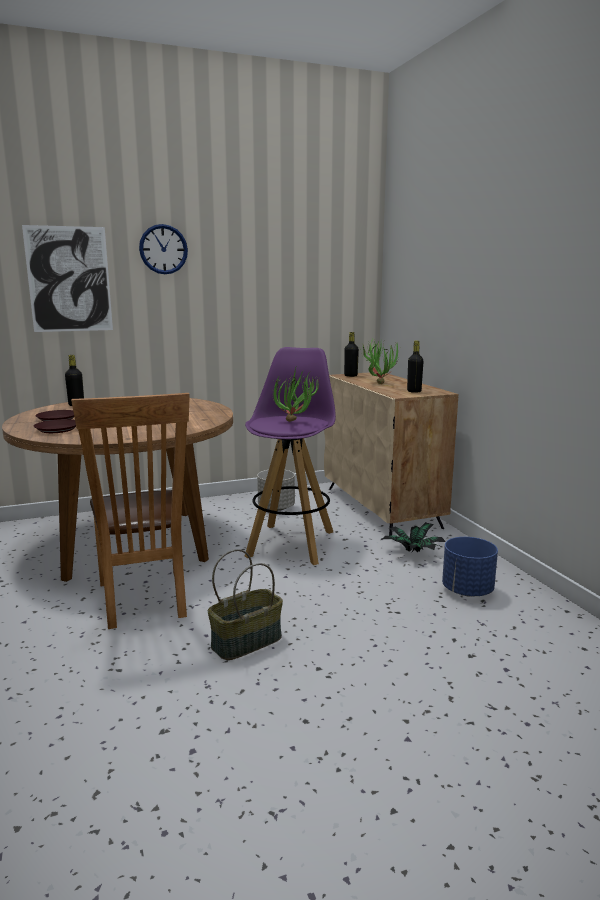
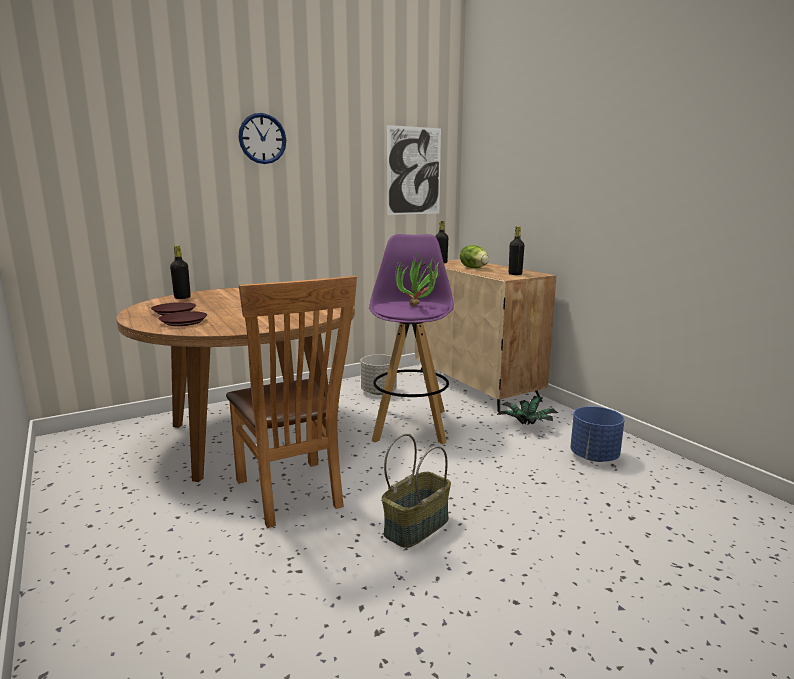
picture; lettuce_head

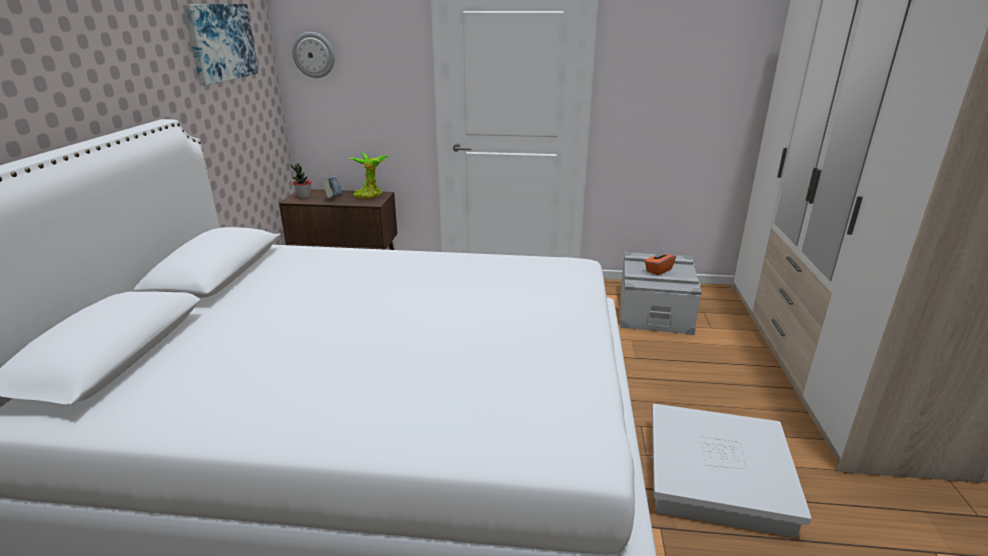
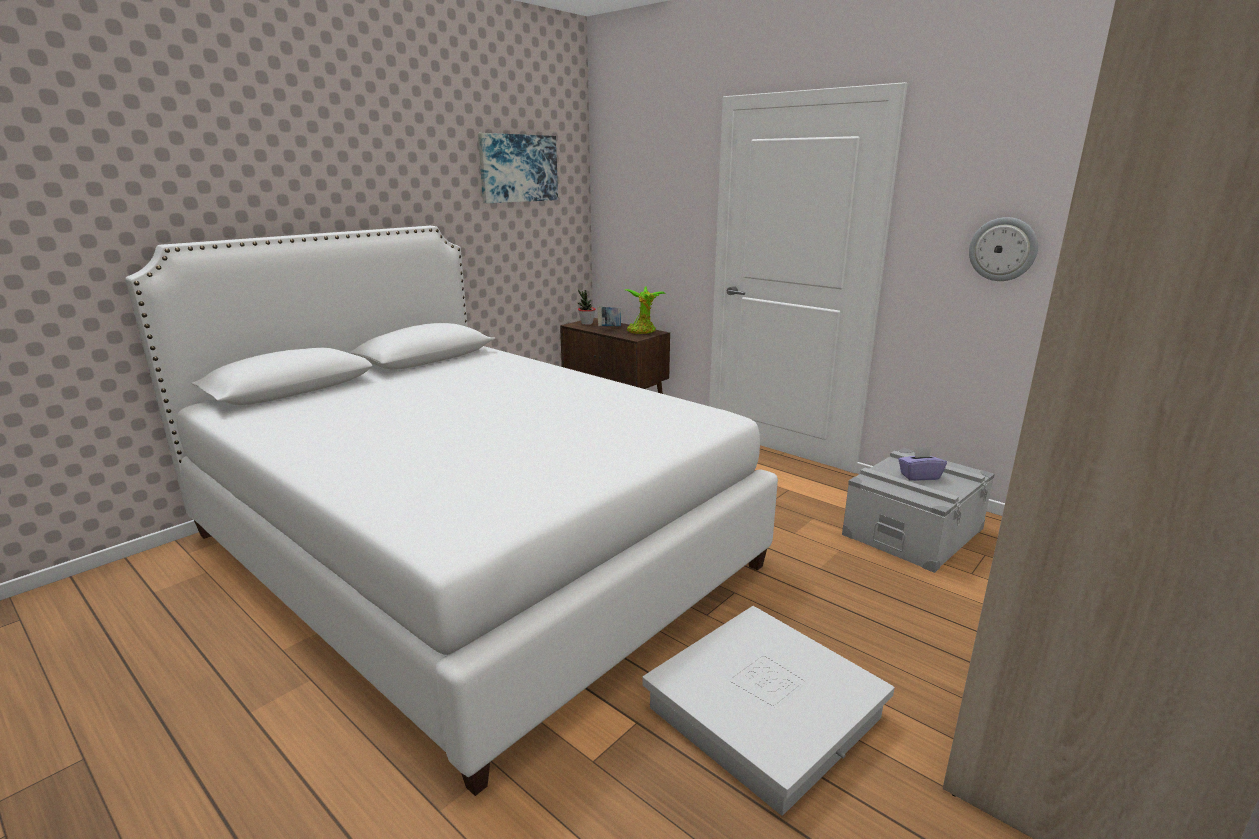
purple_tissue_holder; wall_clock

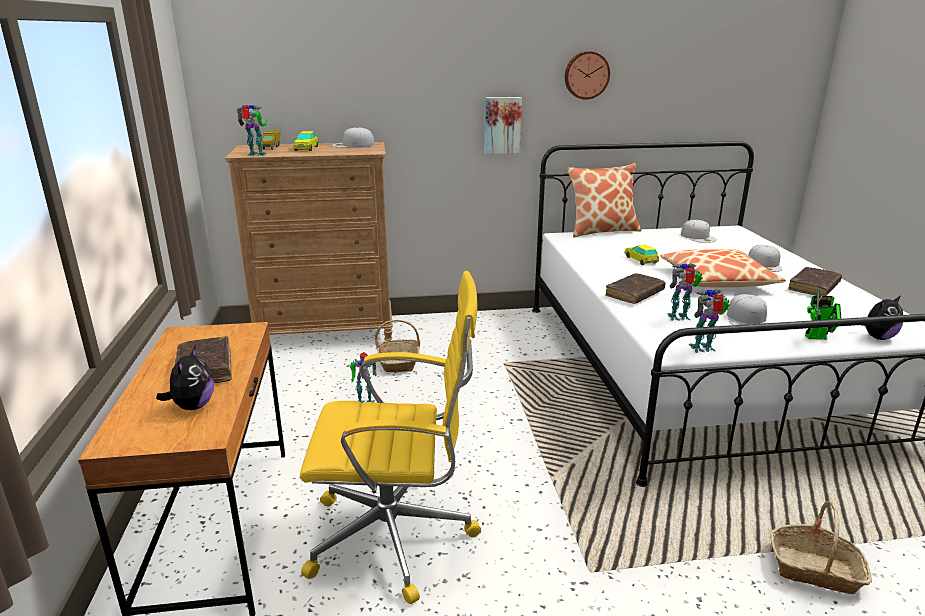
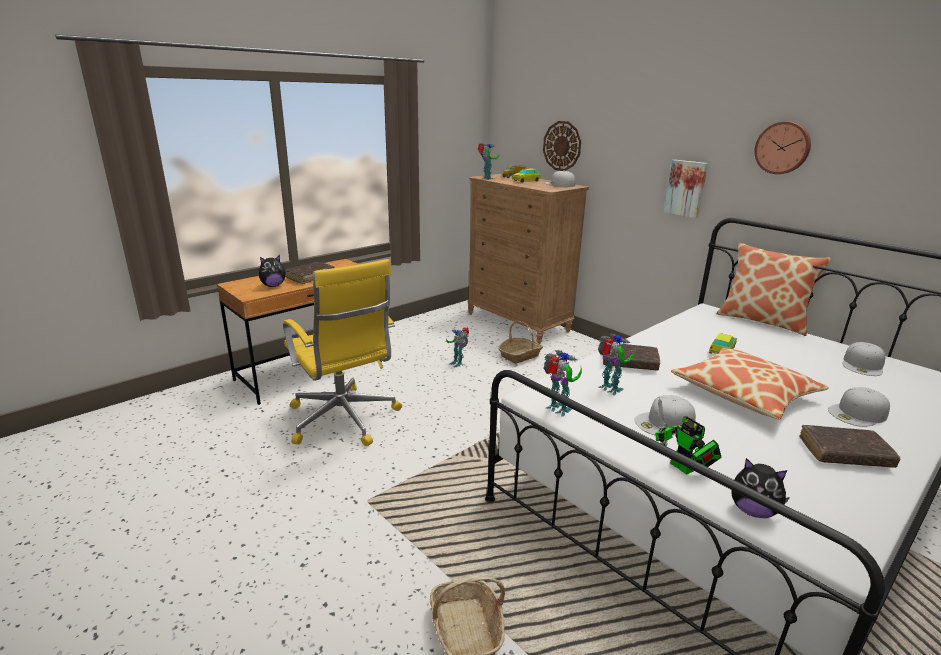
wall_clock (1st from left)

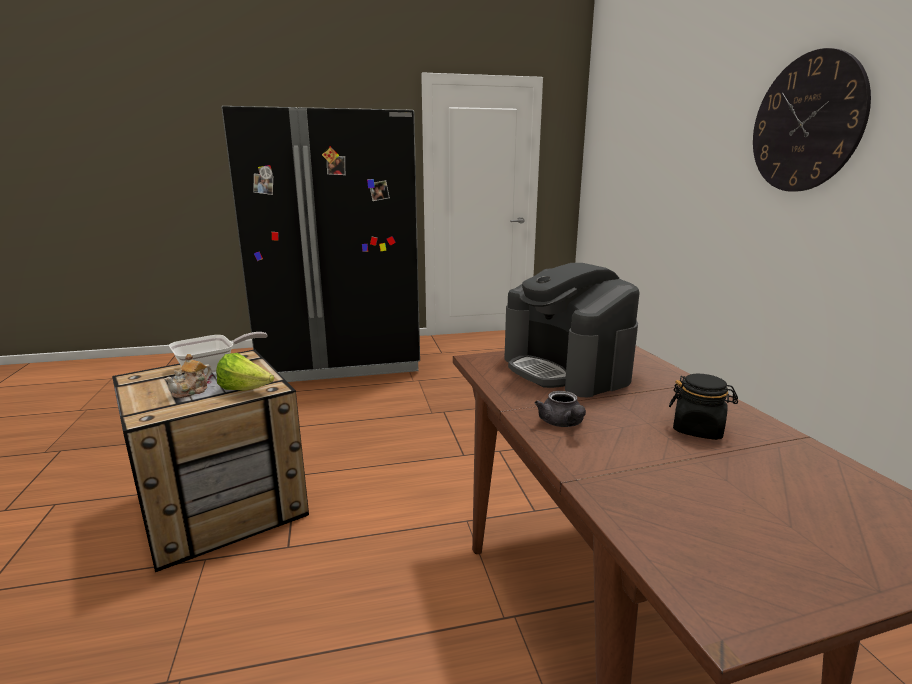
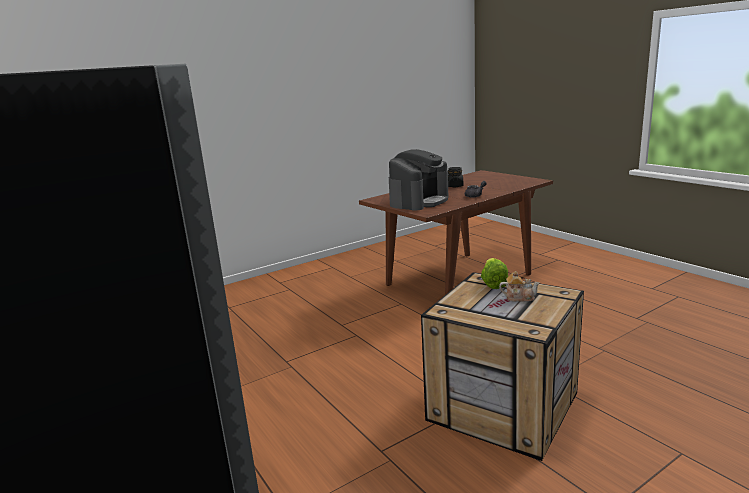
pan; wall_clock

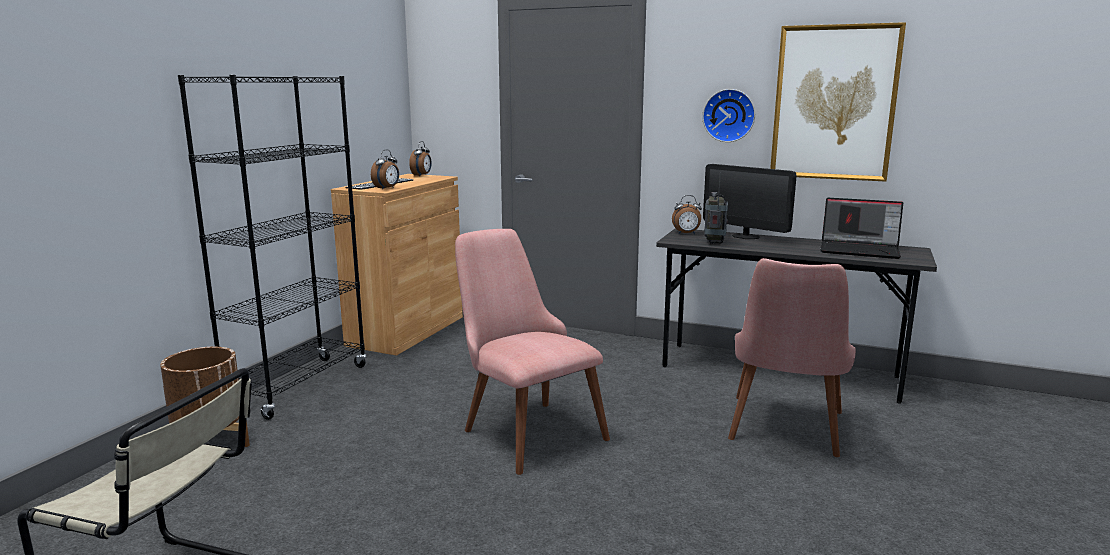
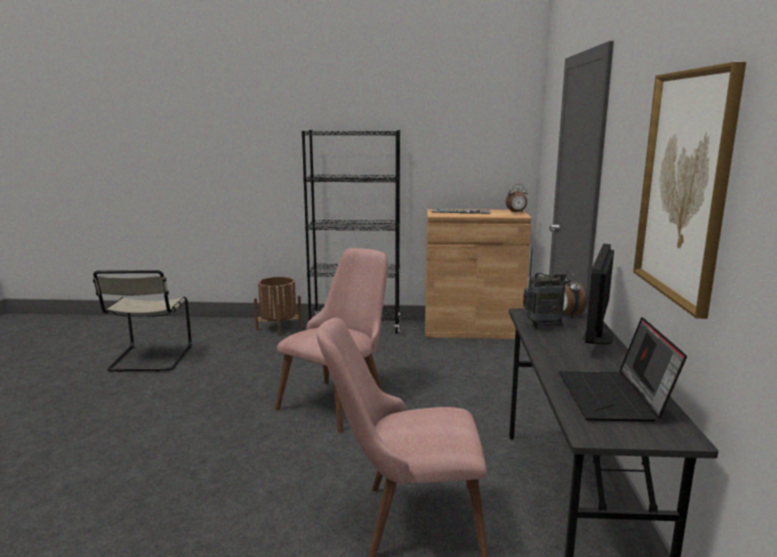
table_clock (1st from left in the first image); wall_clock

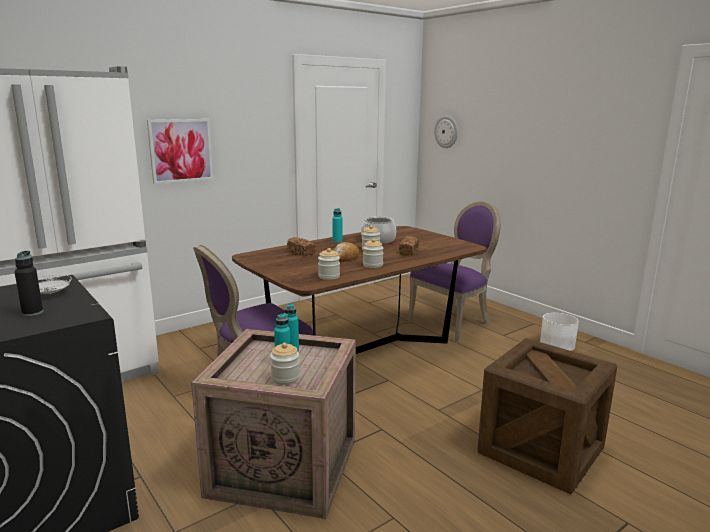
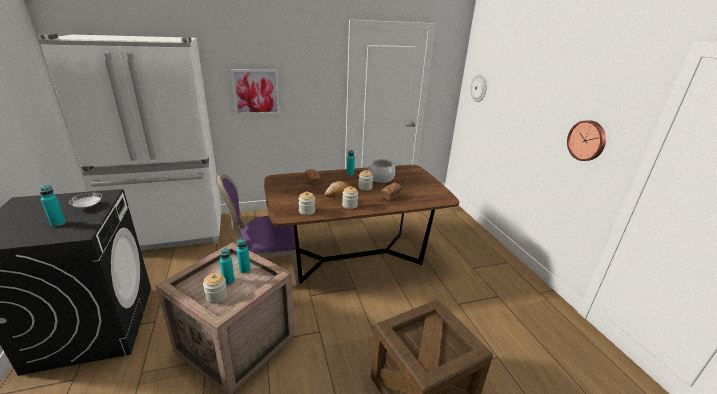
blue-green_beverage_bottle (1st from left); wall_clock (2nd from left); purple_upright_chair (2nd from left in the first image); whitish_planter

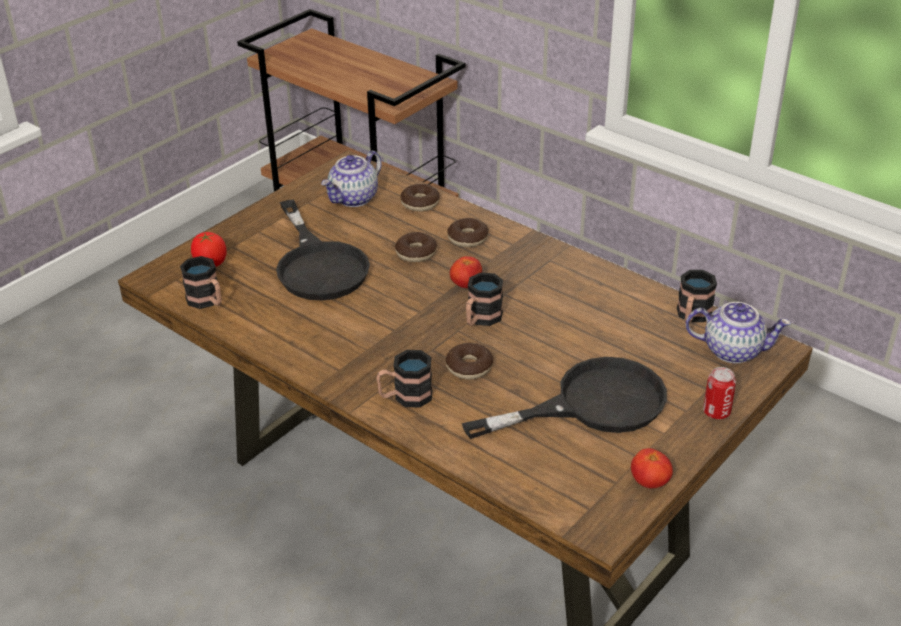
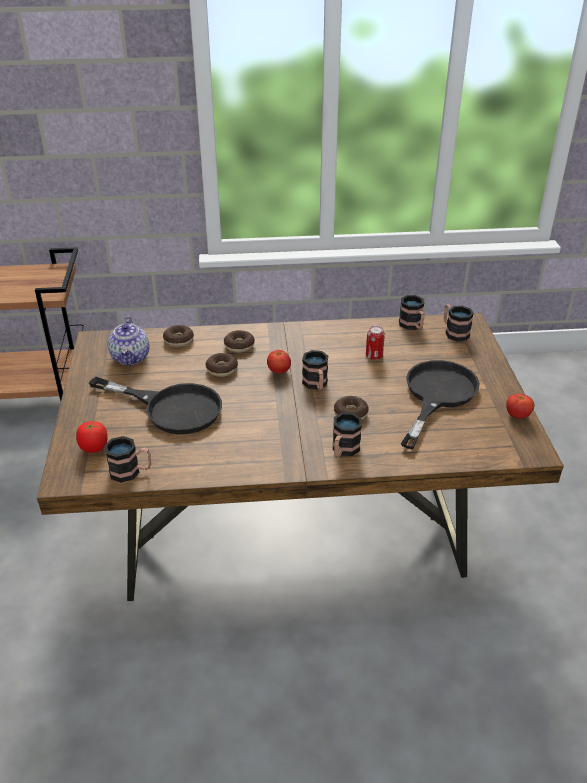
metal_can; coffee_mug (5th from left)

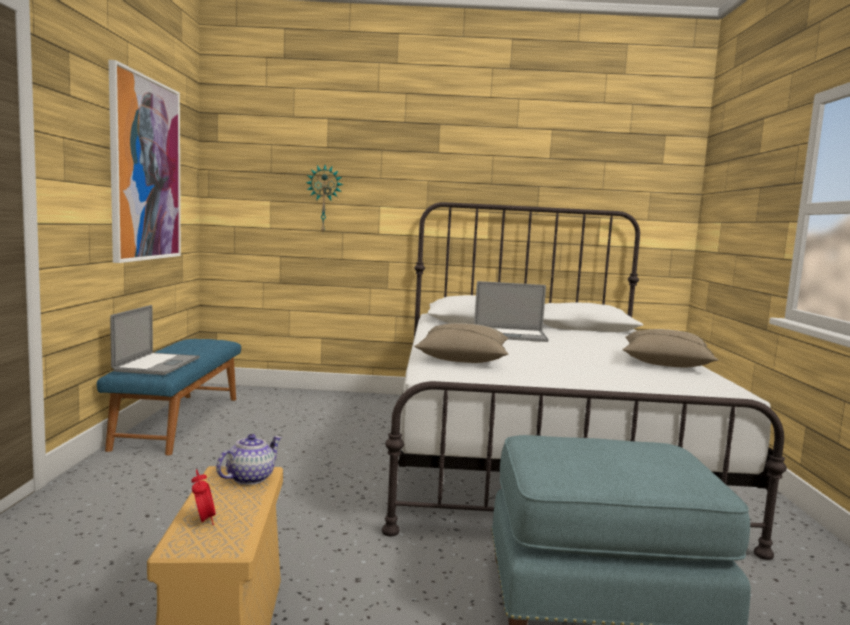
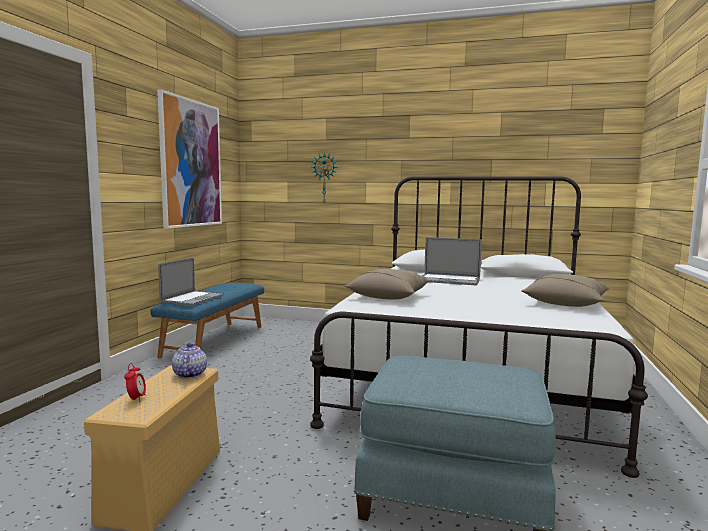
tea_pot

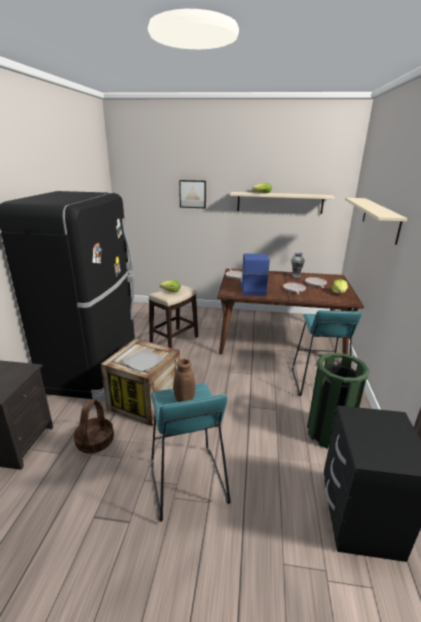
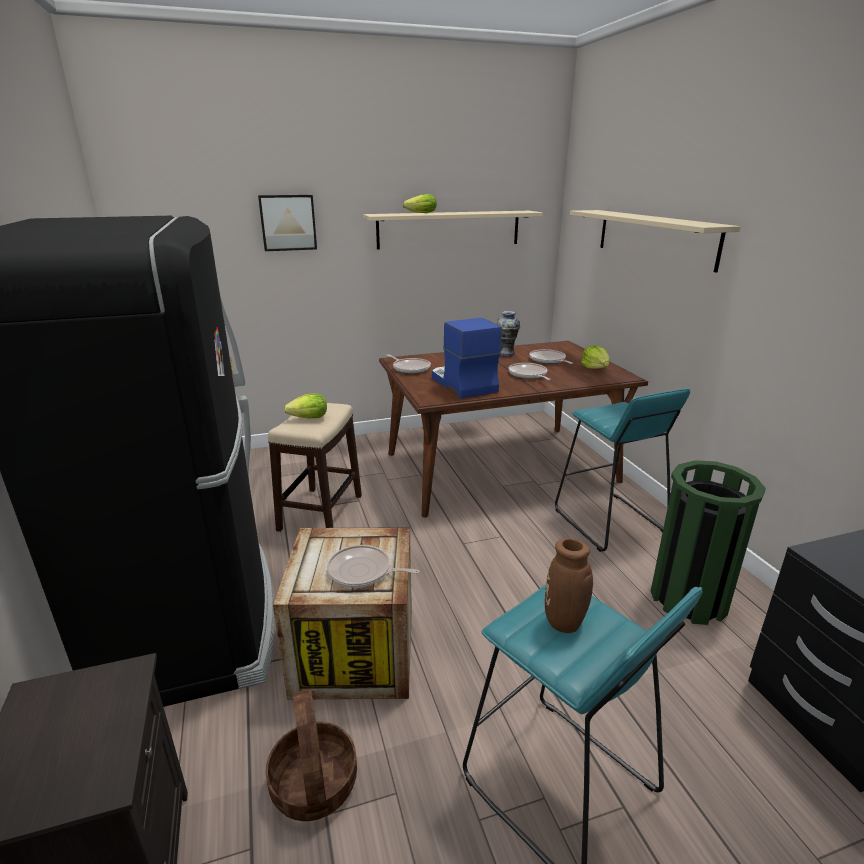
pan (1st from left)

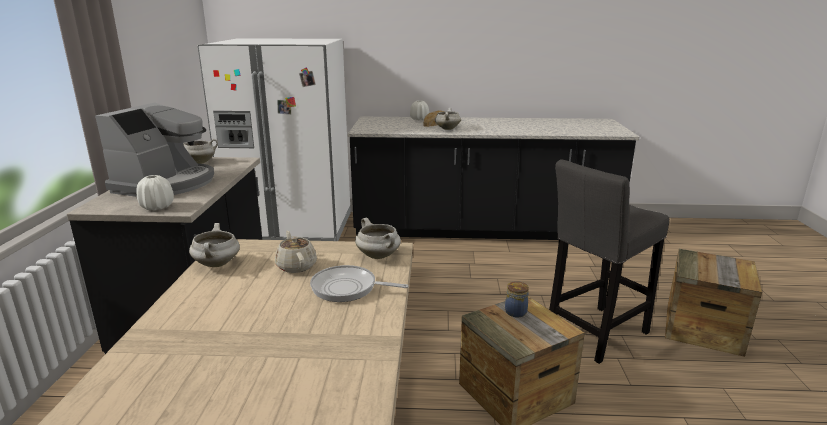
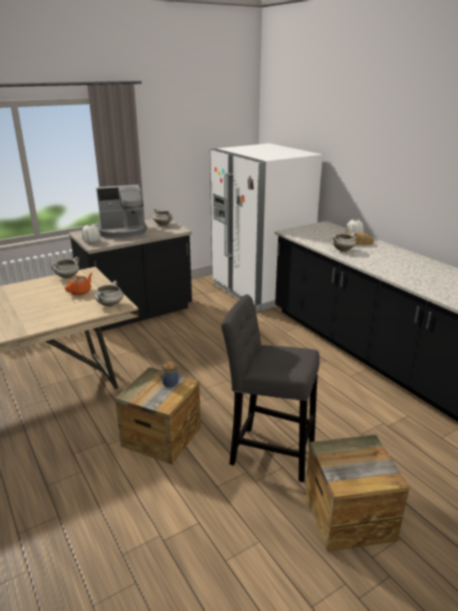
orange_tea_pot; pan

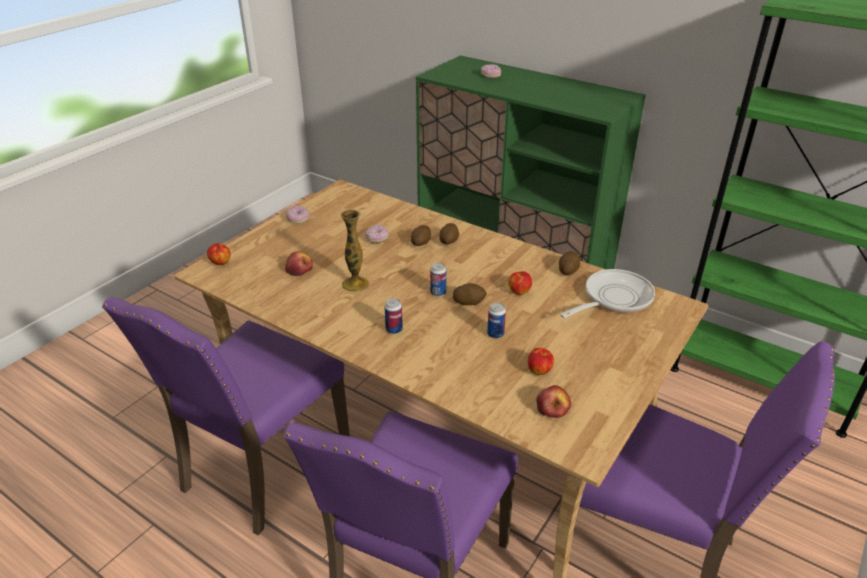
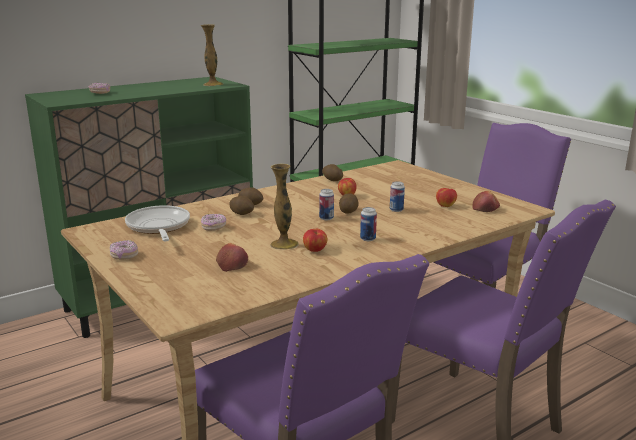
pan; decorative_vase (1st from left); whole_apple (2nd from left)

